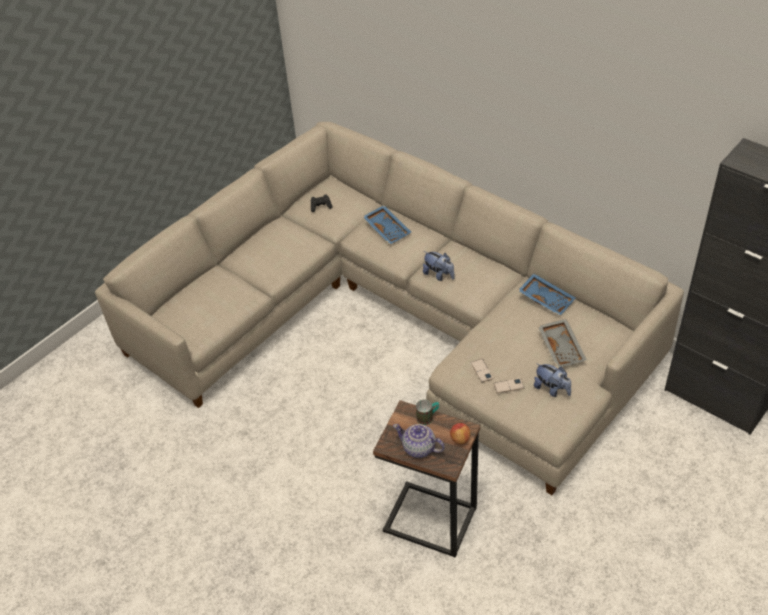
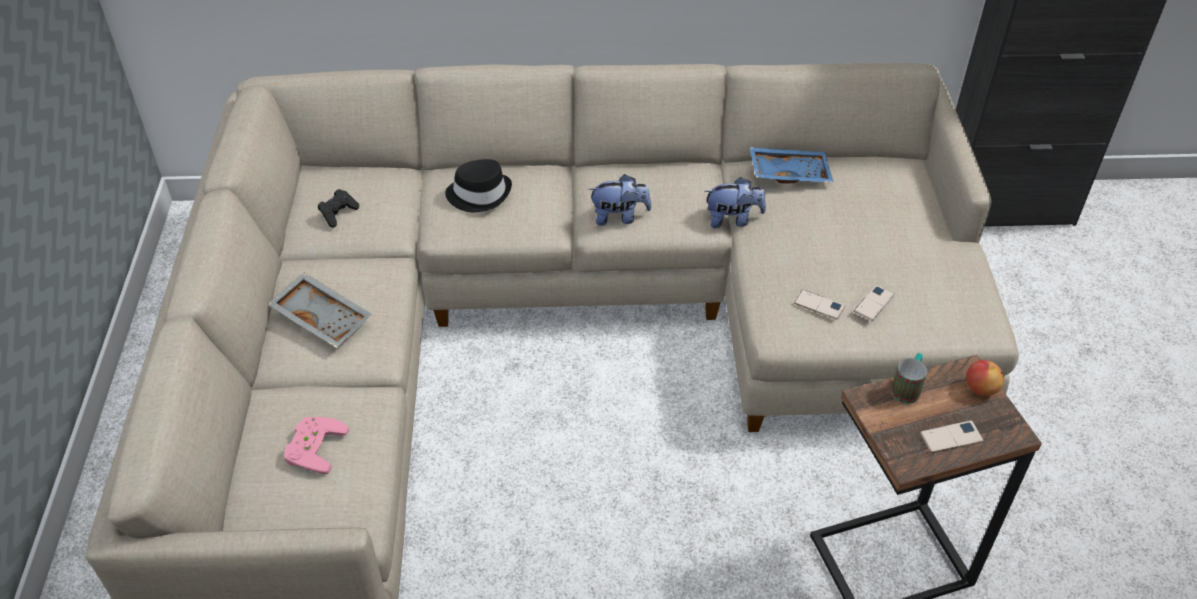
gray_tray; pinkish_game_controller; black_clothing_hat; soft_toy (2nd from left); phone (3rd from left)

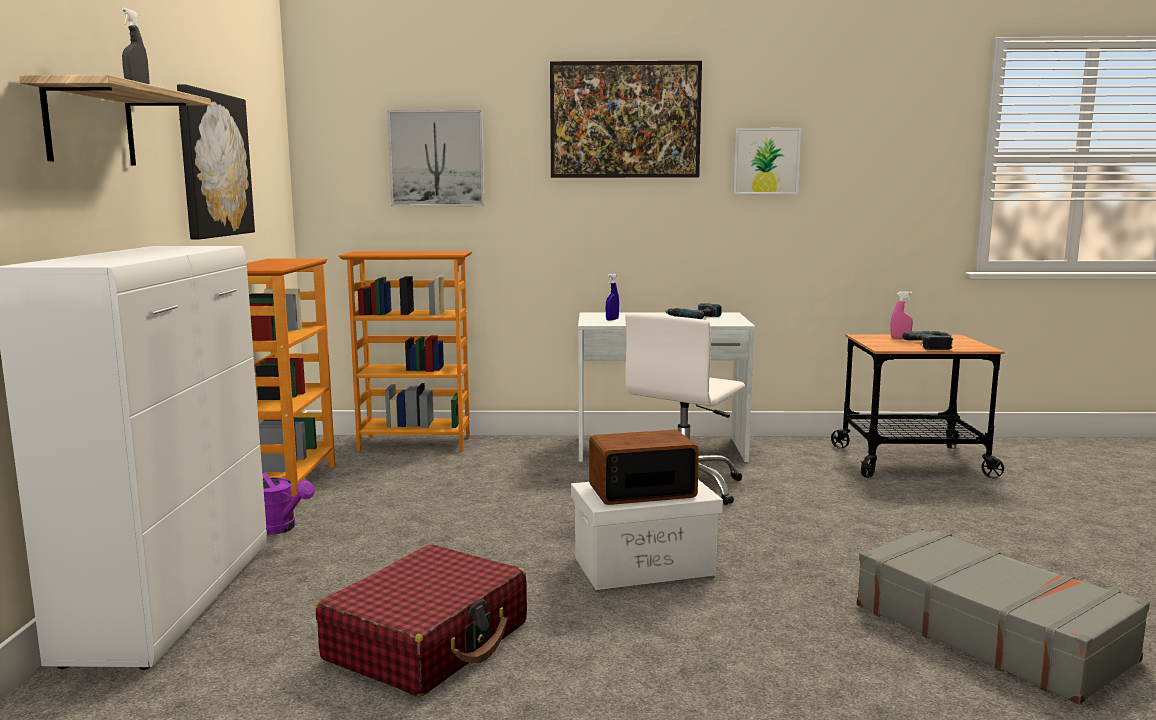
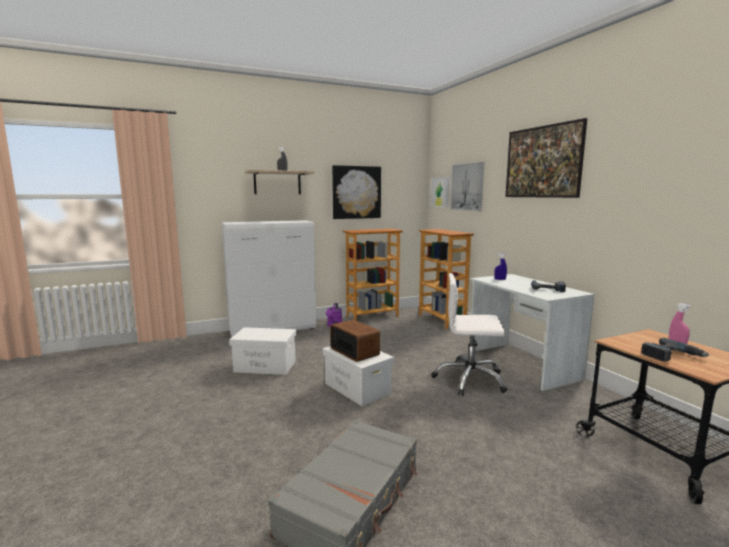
whitish_storage_bin (1st from left); picture (2nd from left)

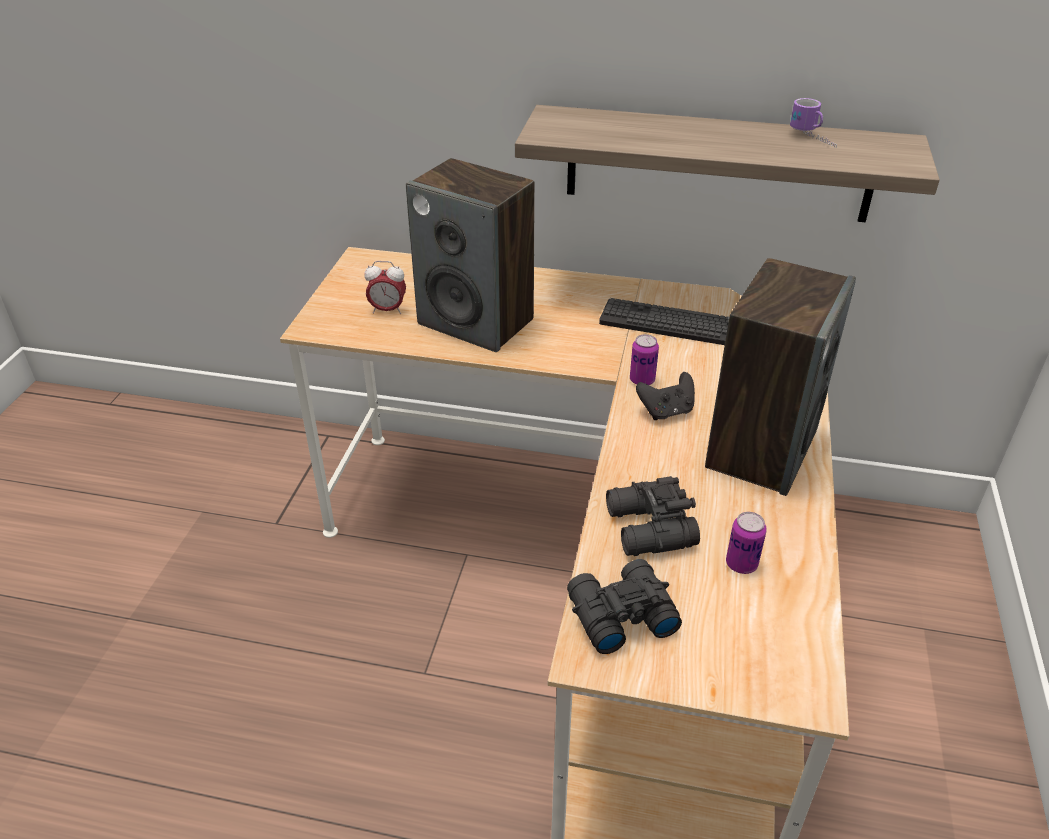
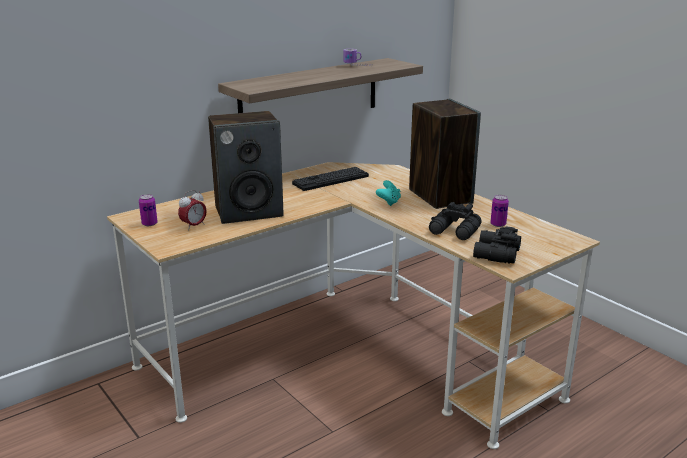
metal_can (1st from left); blue-green_game_controller

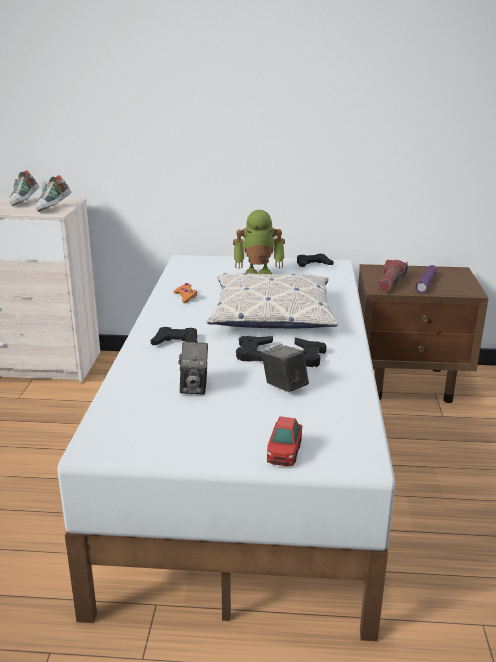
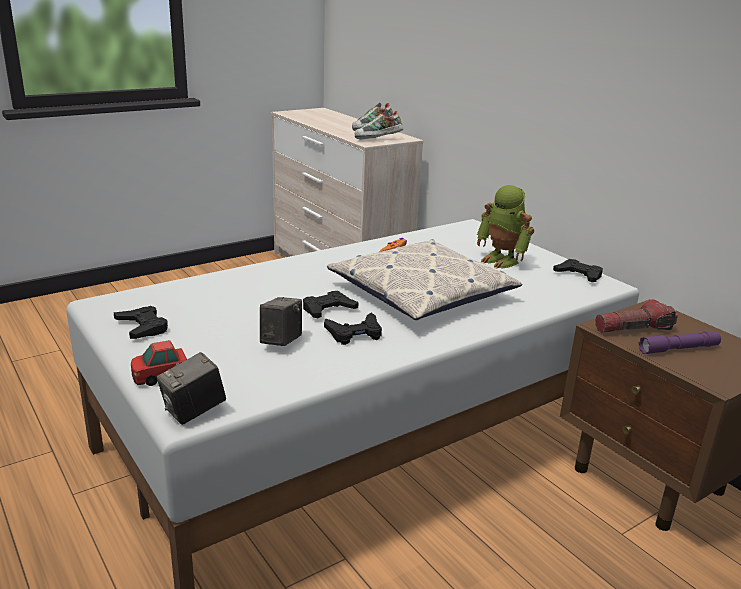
black_game_controller (1st from left); still_camera (1st from left)

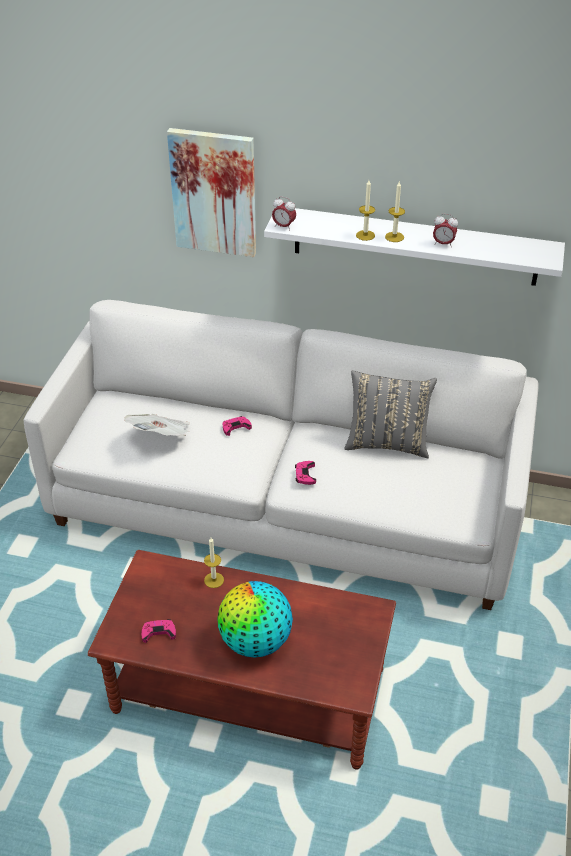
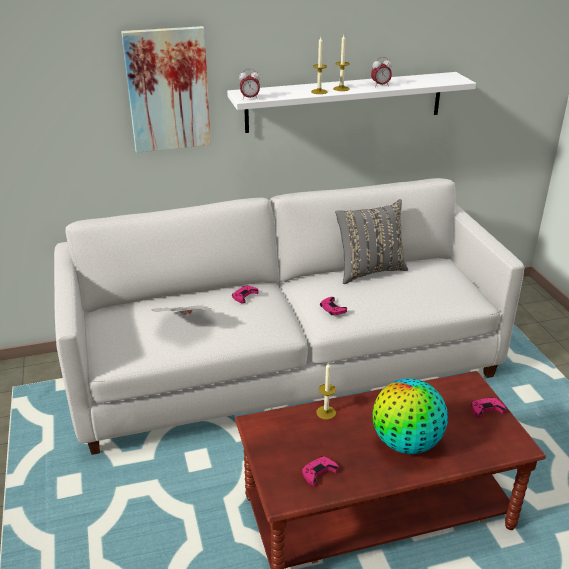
pinkish_game_controller (4th from left)

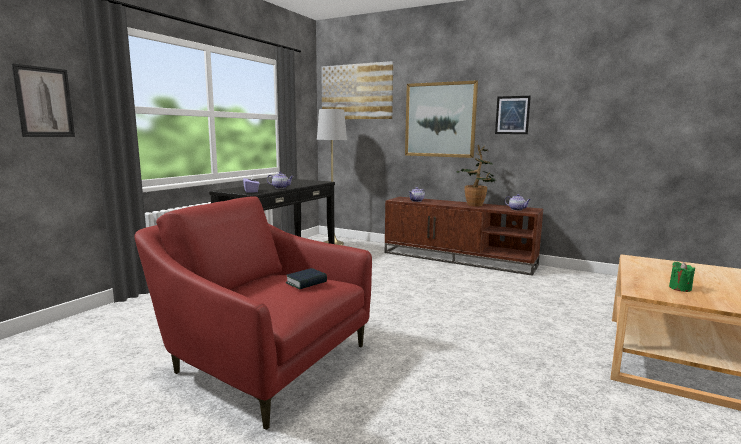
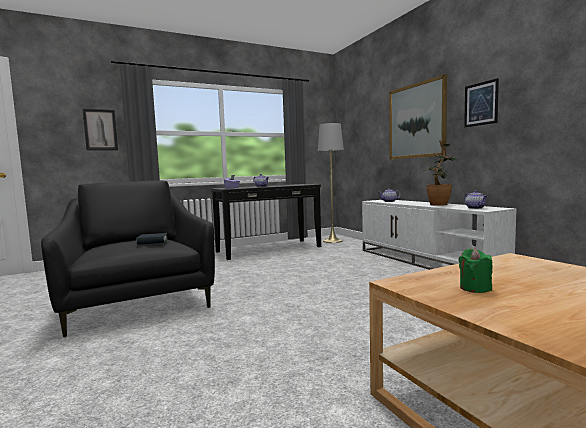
black_easy_chair; whitish_tv_stand; picture (2nd from left in the first image)

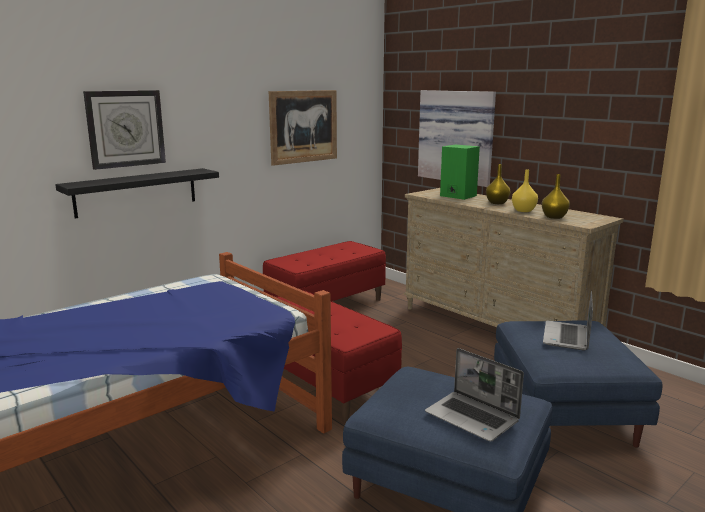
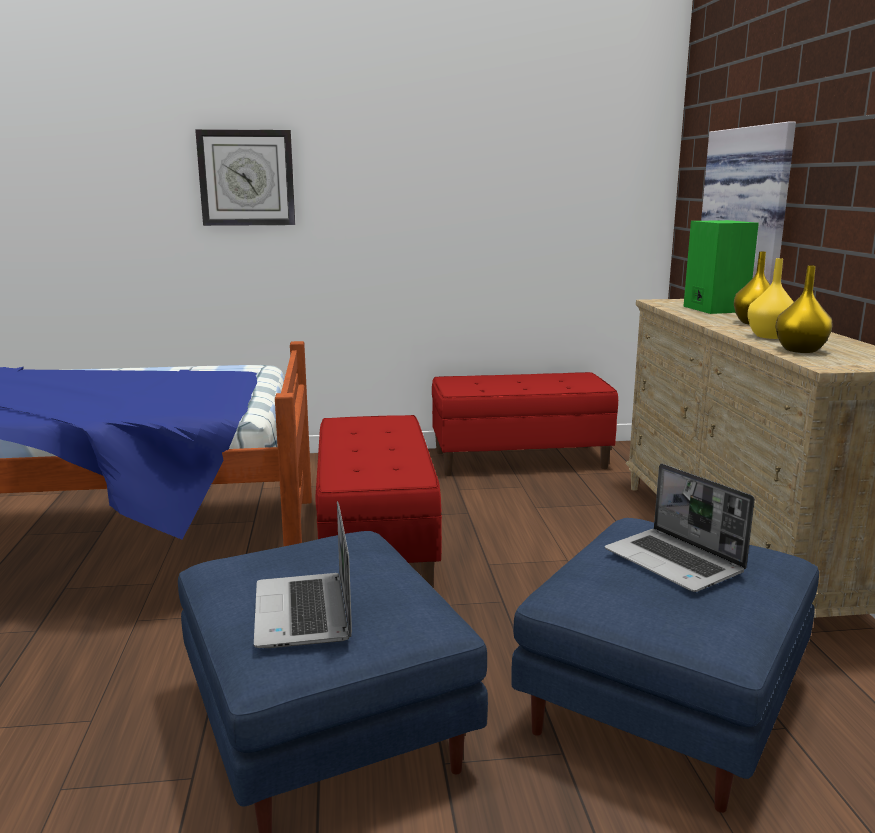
laptop (2nd from left); black_wall_shelf; picture (1st from left in the first image)

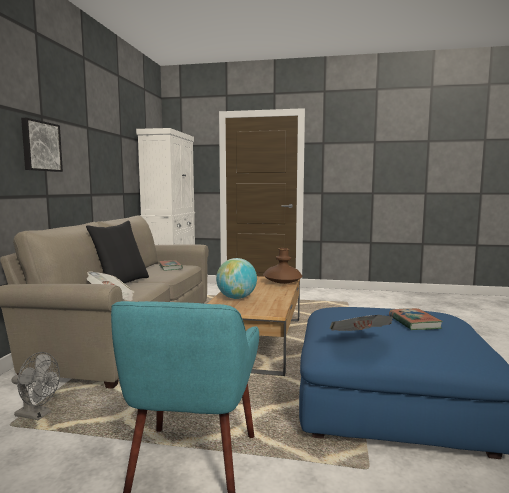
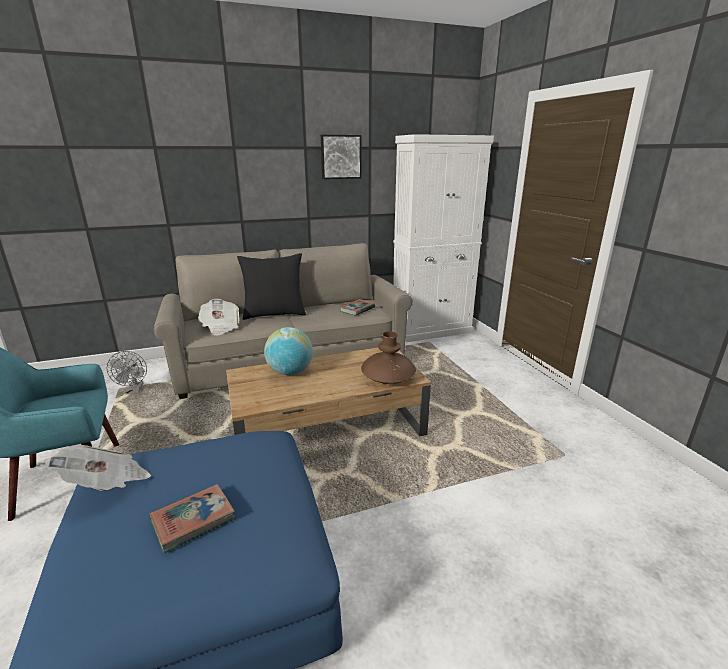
picture

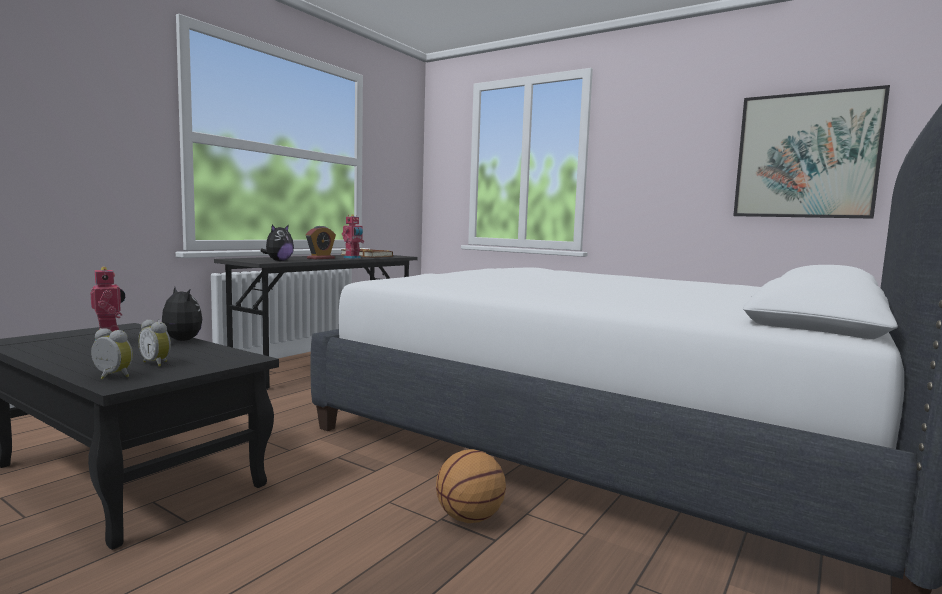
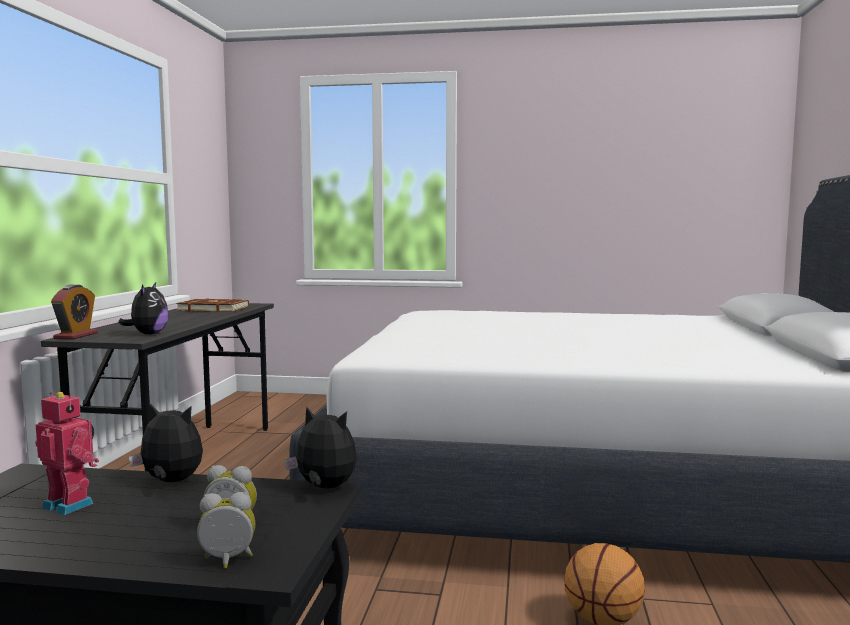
table_clock (1st from left); soft_toy (3rd from left); toy_robot (2nd from left in the first image); picture

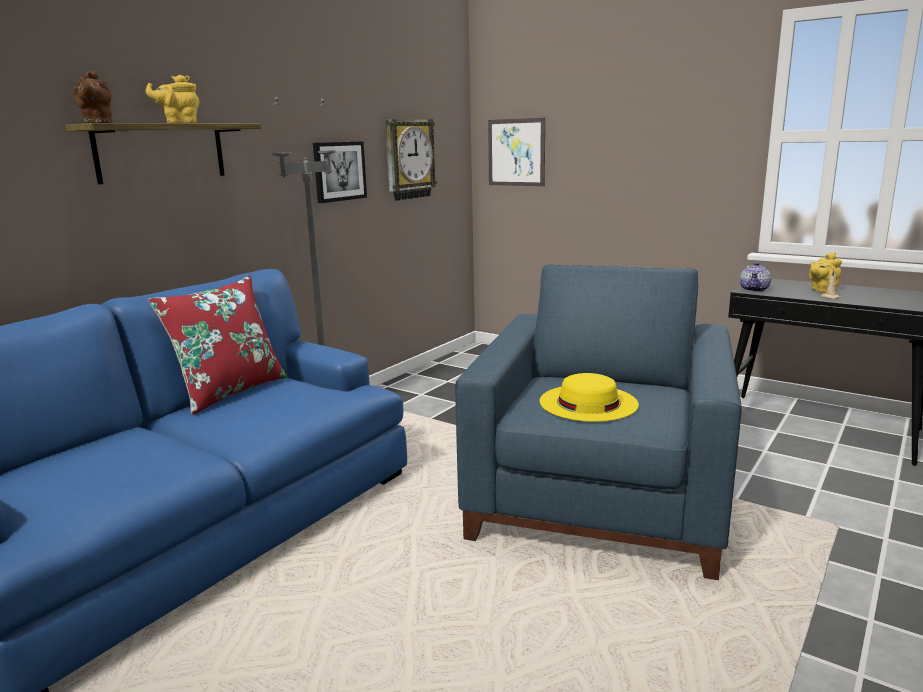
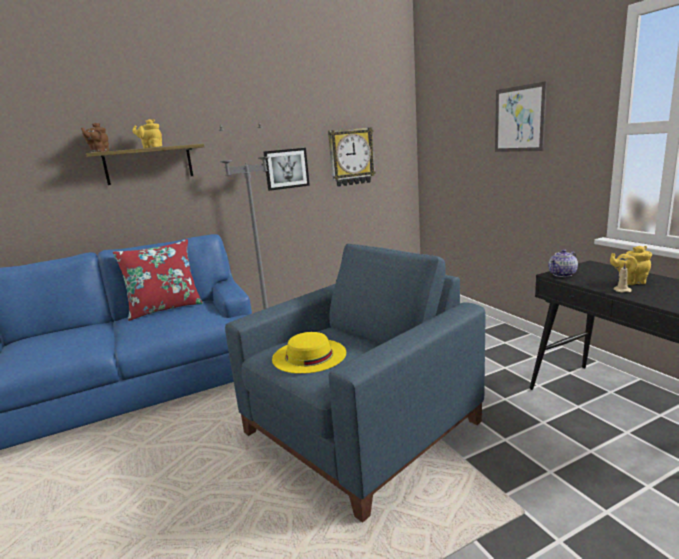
picture (2nd from left)

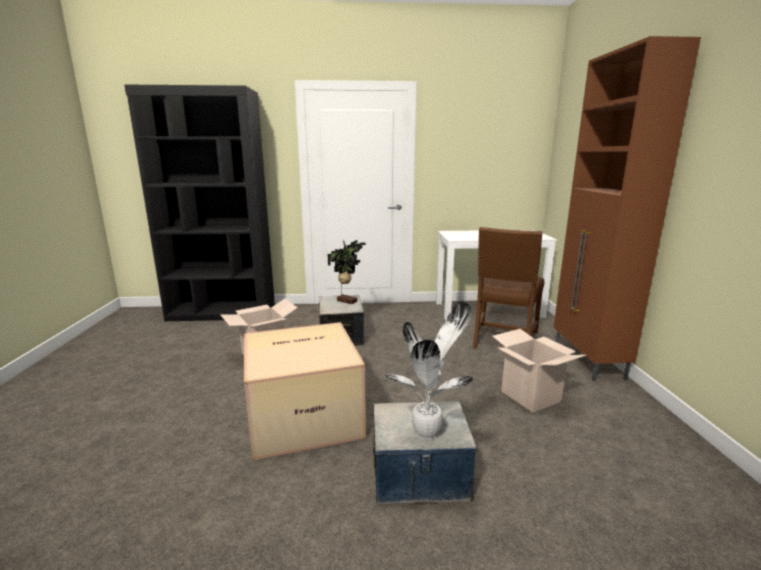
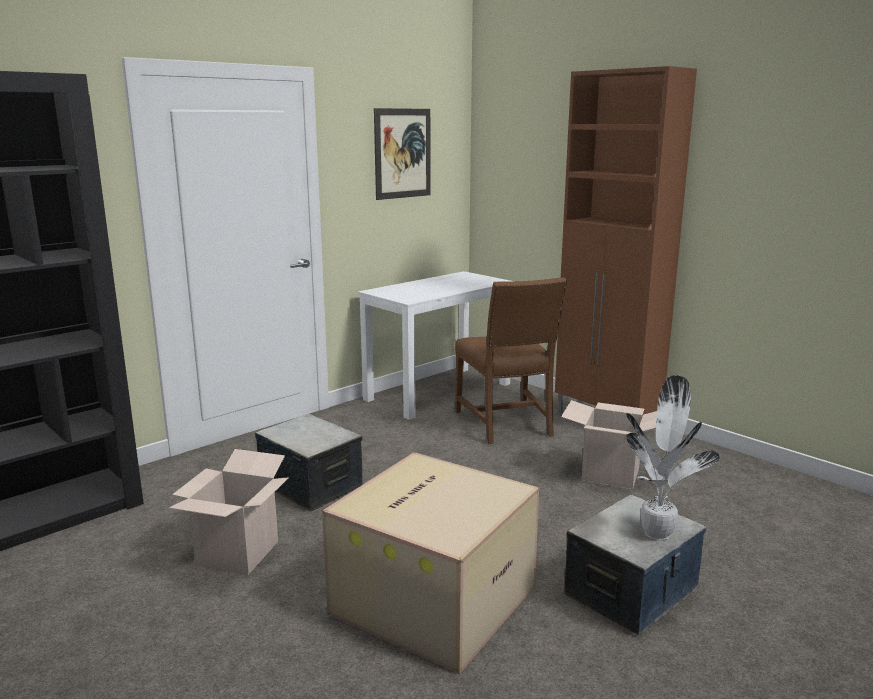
picture; potted_plant (1st from left in the first image)

